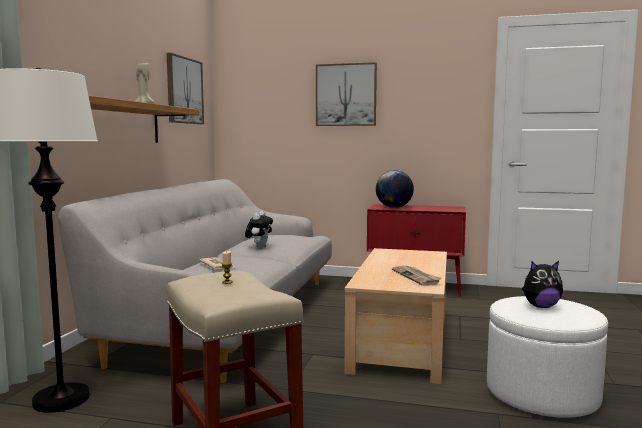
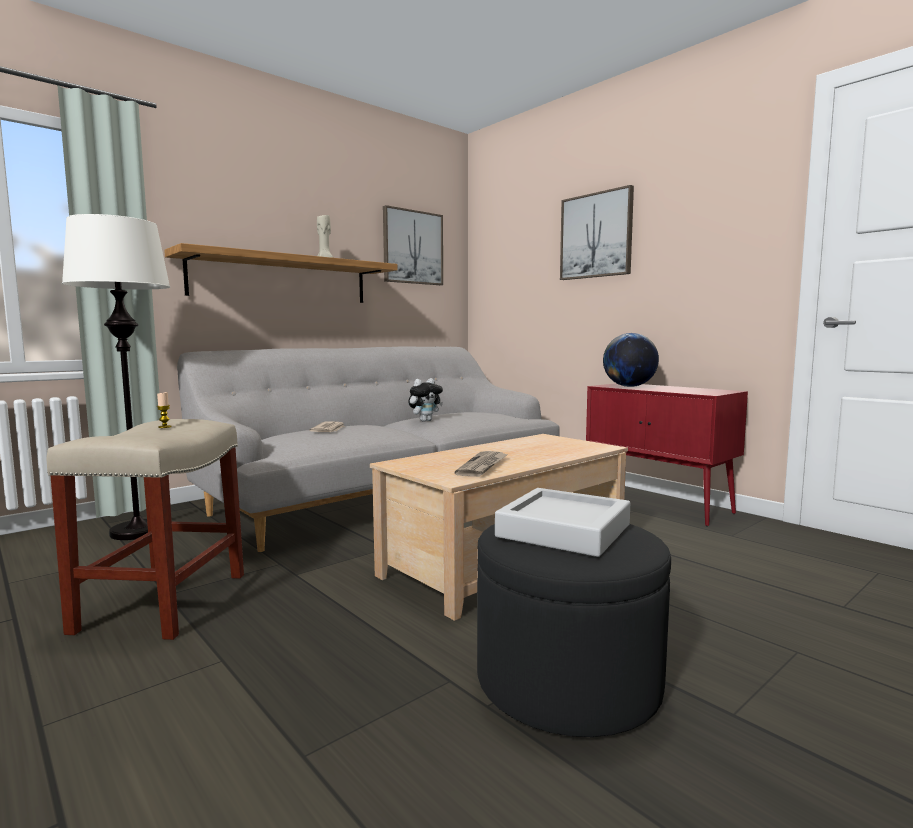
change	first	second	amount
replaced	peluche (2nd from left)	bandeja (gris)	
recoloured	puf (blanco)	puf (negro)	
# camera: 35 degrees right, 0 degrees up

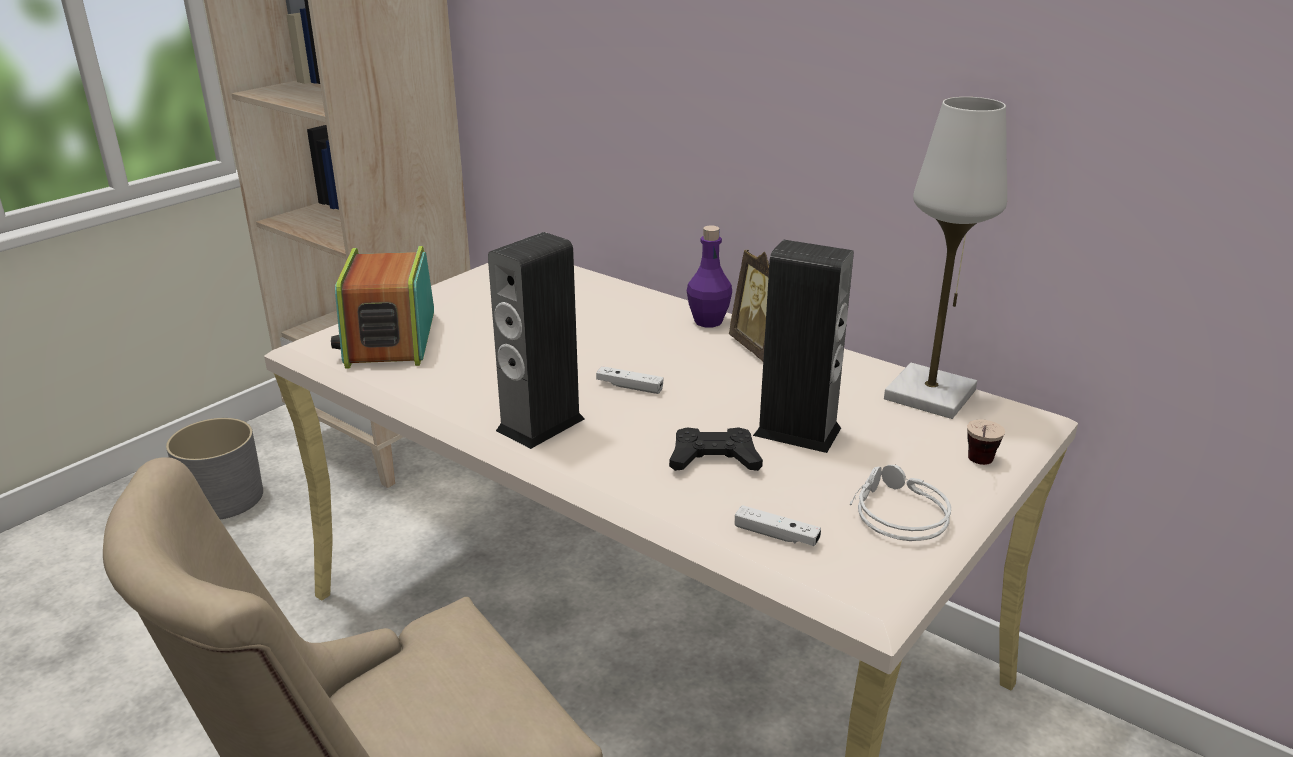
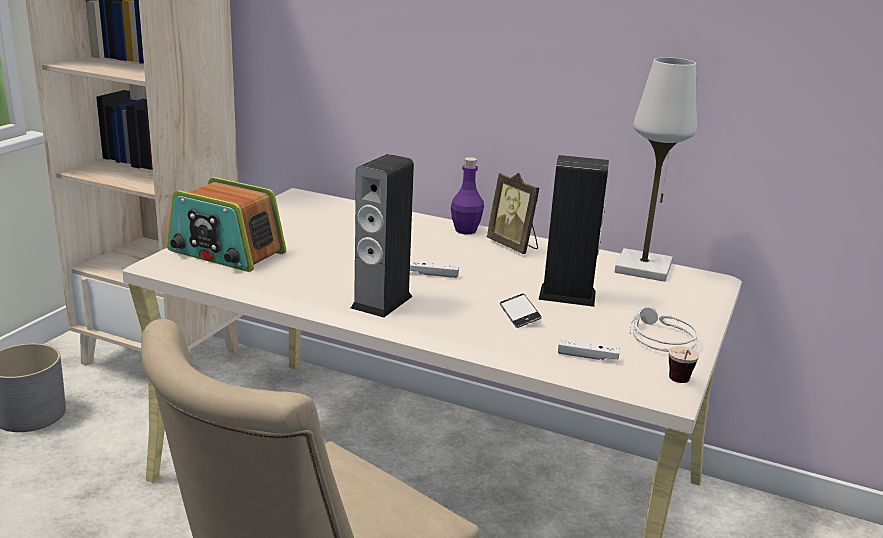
change	first	second	amount
moved	taza		
replaced	mando de consola (negro)	móvil	
turned	radio		45 degrees counterclockwise
# camera: 15 degrees left, 5 degrees down

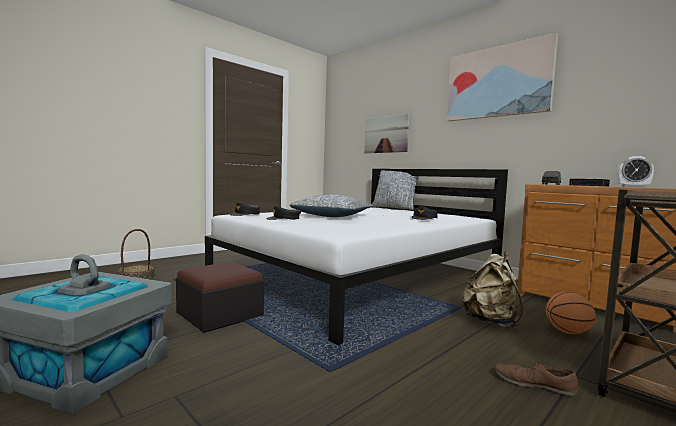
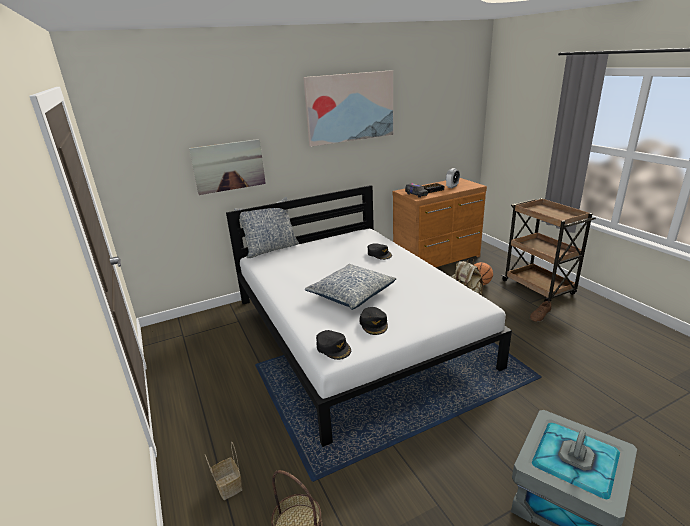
change	first	second	amount
removed	puf		
added		cesta (1st from left)	
# camera: 70 degrees left, 20 degrees up

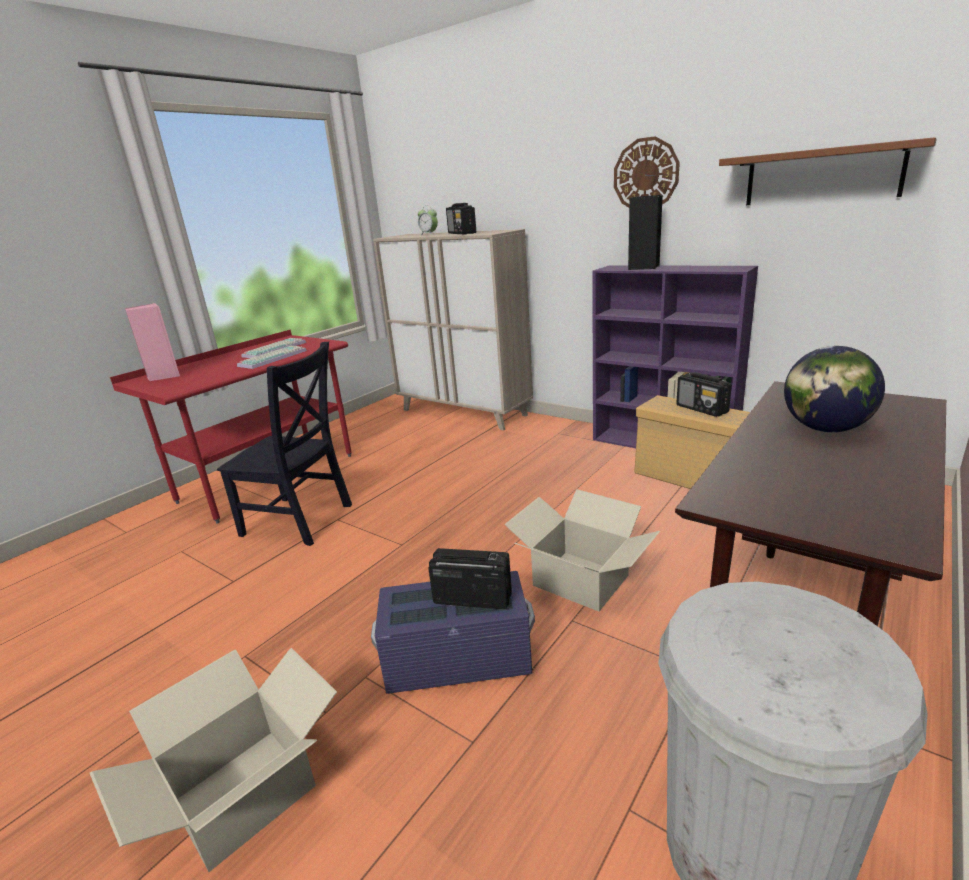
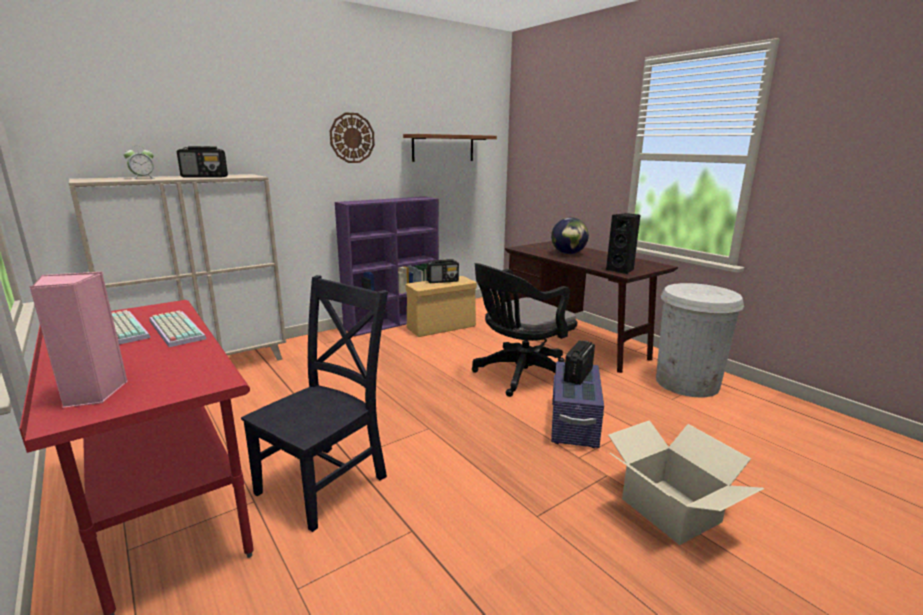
change	first	second	amount
moved	altavoz (negro)		
replaced	caja de cartón (2nd from left)	silla de oficina (negro)	
# camera: 75 degrees left, 5 degrees down

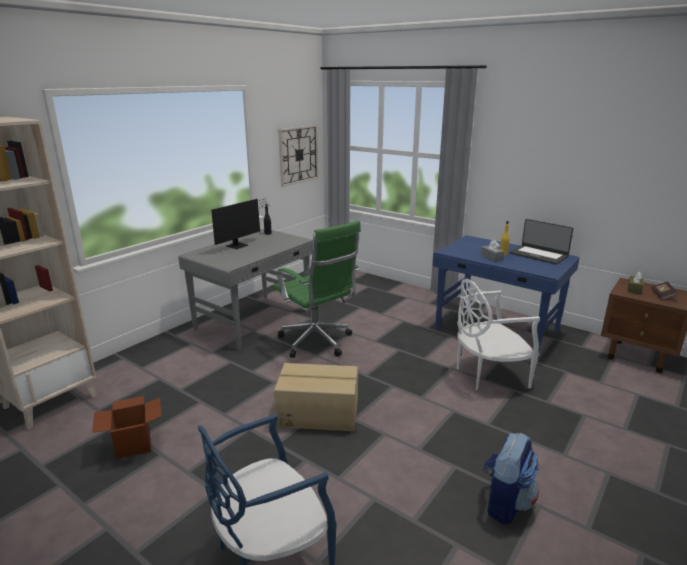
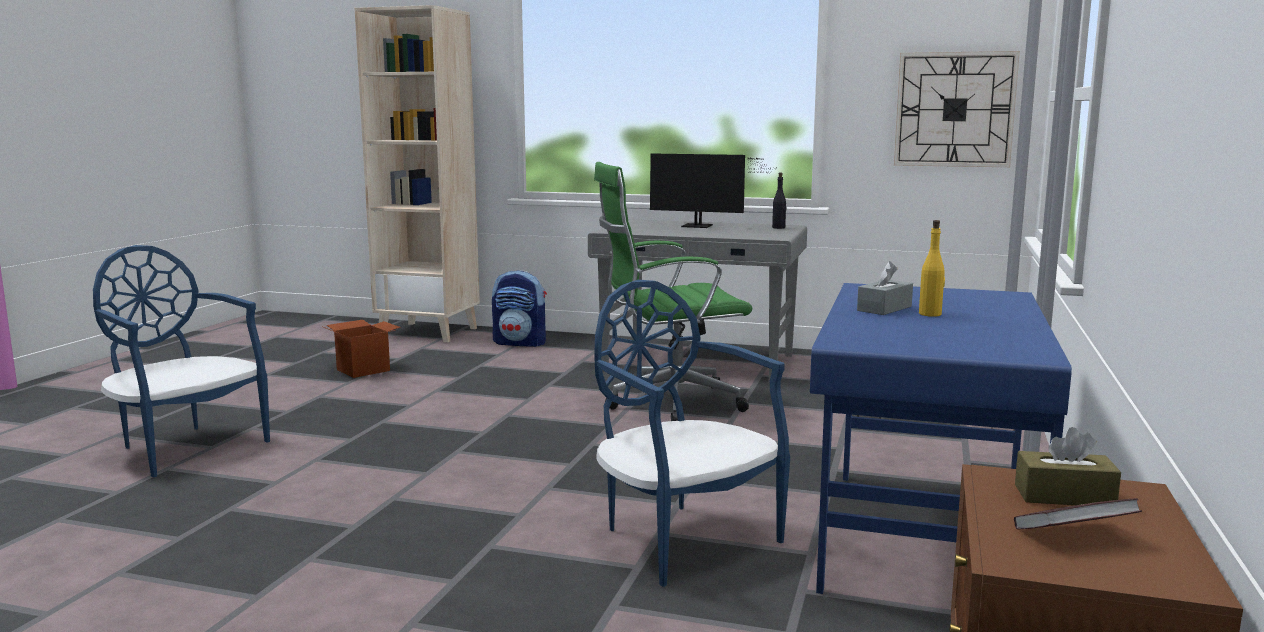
change	first	second	amount
removed	caja de cartón (2nd from left)		
removed	portátil		
moved	mochila		
recoloured	silla (blanco)	silla (azul) (2nd from left)	
turned	silla de oficina (verde)		45 degrees clockwise
# camera: 70 degrees right, 10 degrees down

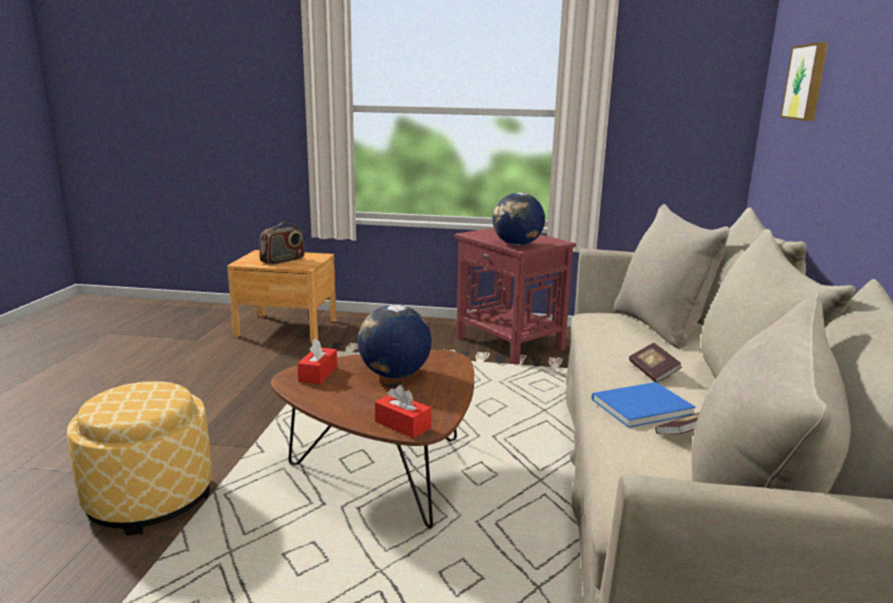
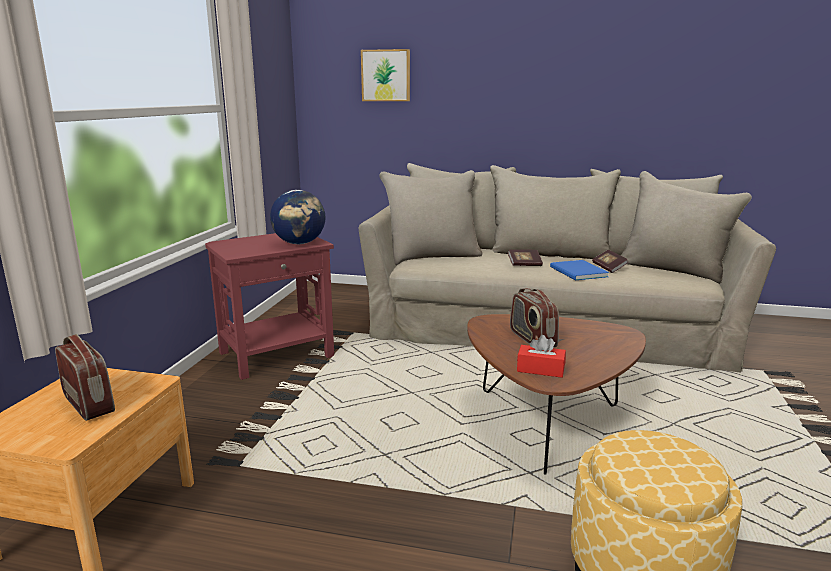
change	first	second	amount
removed	caja de pañuelos (rojo) (2nd from left)		
replaced	globo terráqueo (1st from left)	radio (2nd from left)	
# camera: 85 degrees left, 0 degrees up

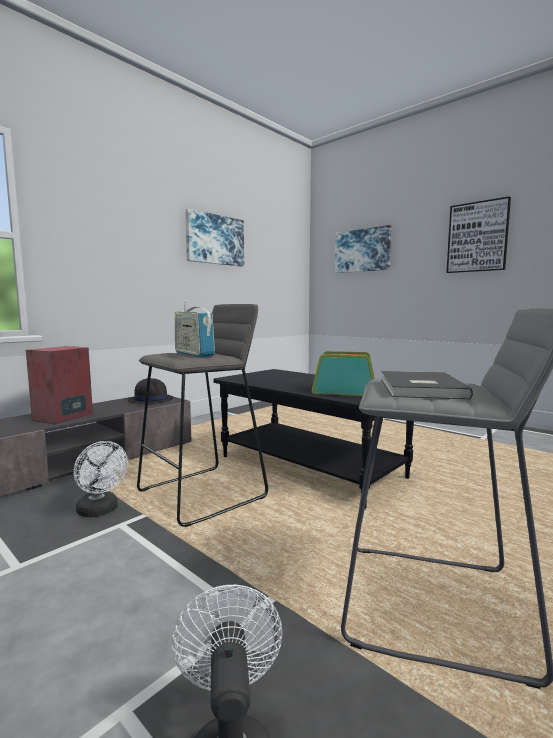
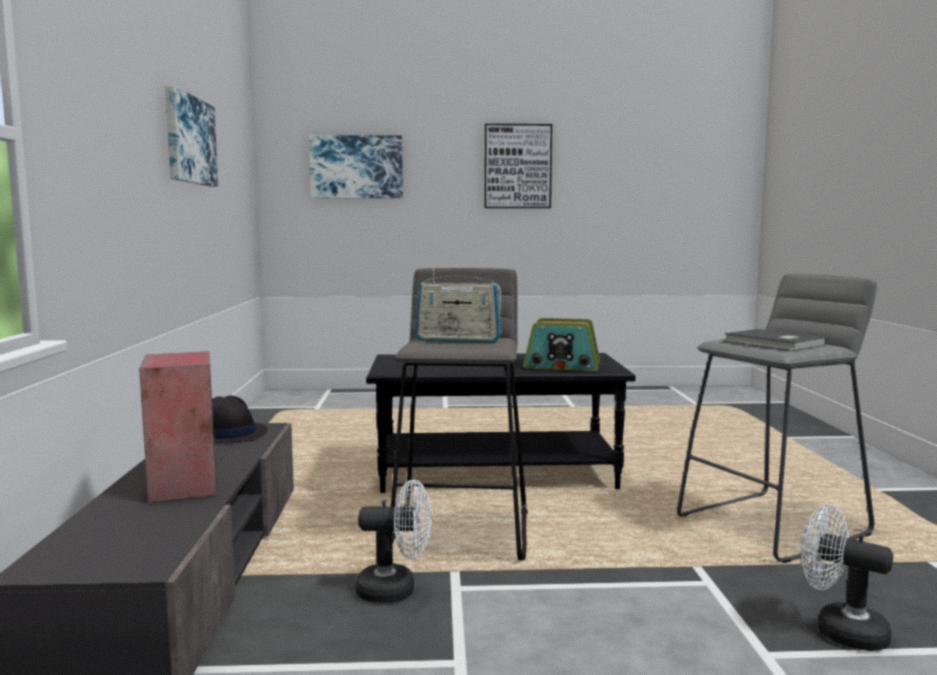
change	first	second	amount
turned	radio (2nd from left)		135 degrees counterclockwise
# camera: 45 degrees left, 0 degrees up

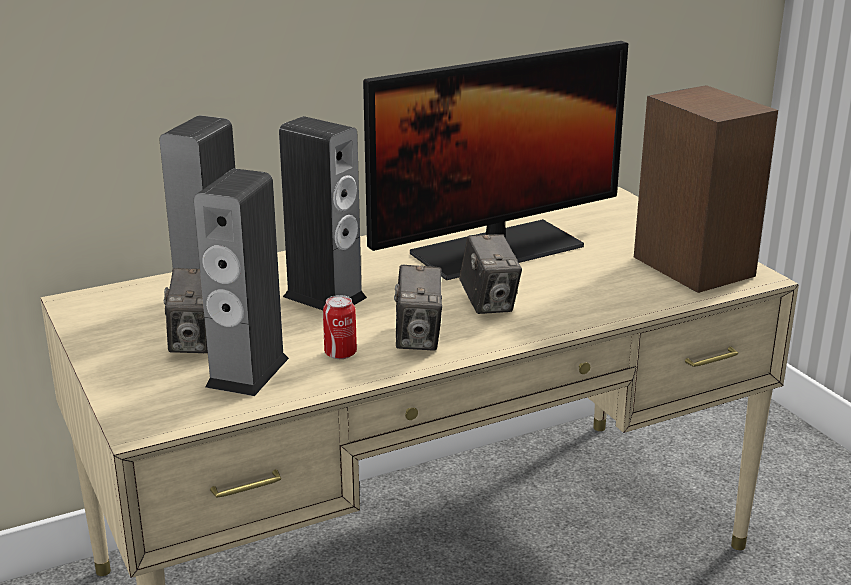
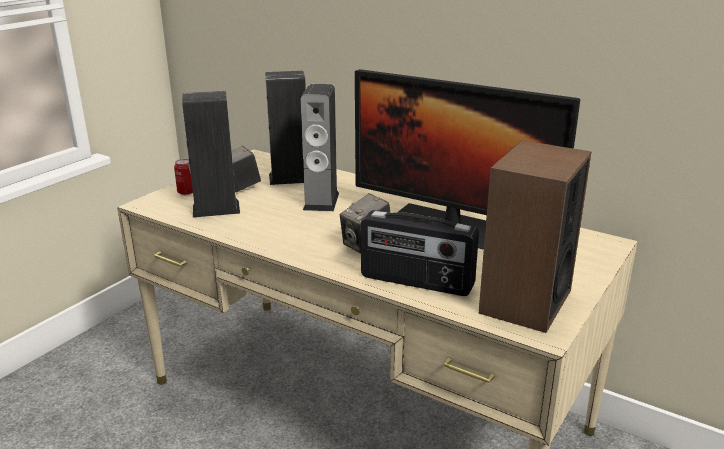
change	first	second	amount
removed	cámara (2nd from left)		
added		radio	
moved	lata		
# camera: 60 degrees right, 0 degrees up

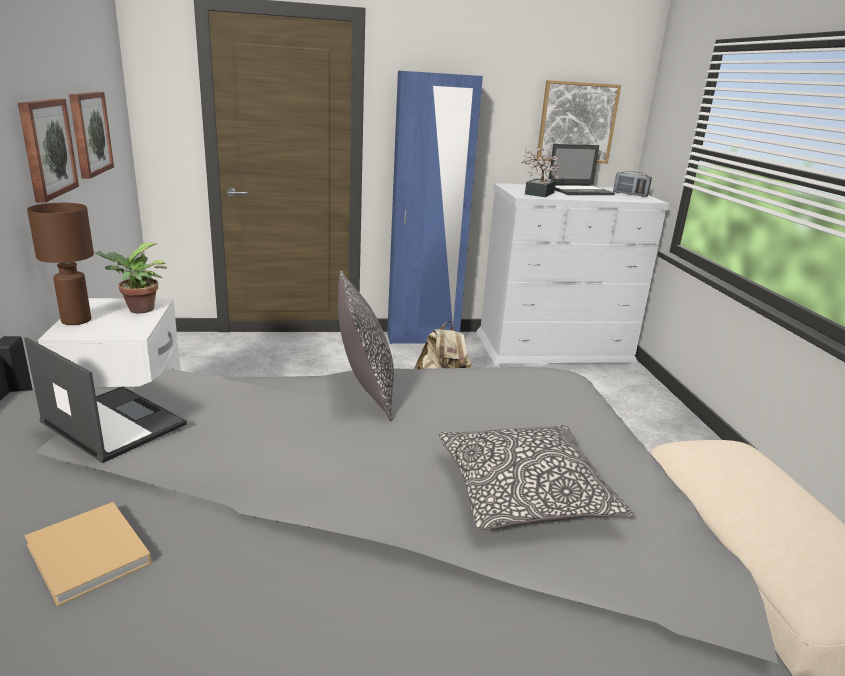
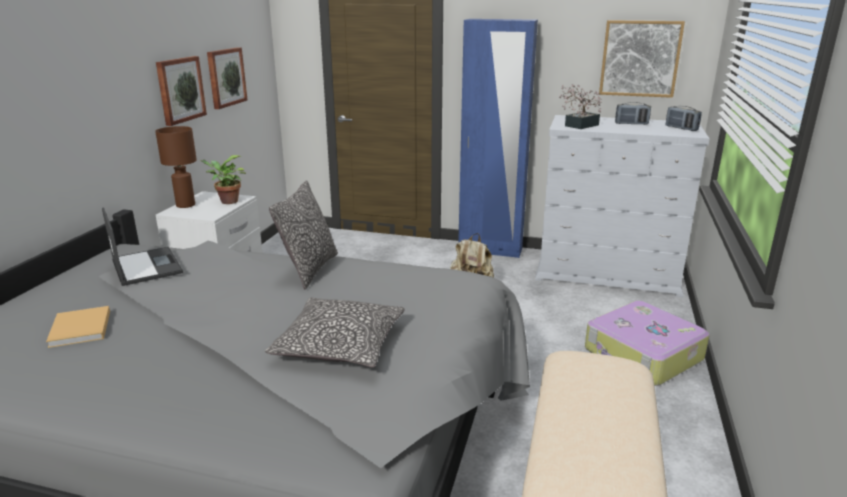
change	first	second	amount
added		maleta	
replaced	portátil (2nd from left)	radio (1st from left)	
# camera: 25 degrees right, 0 degrees up

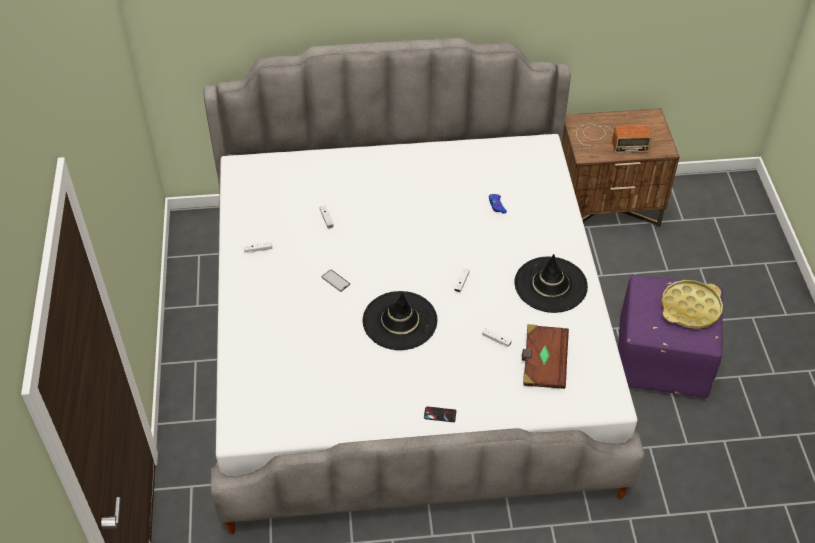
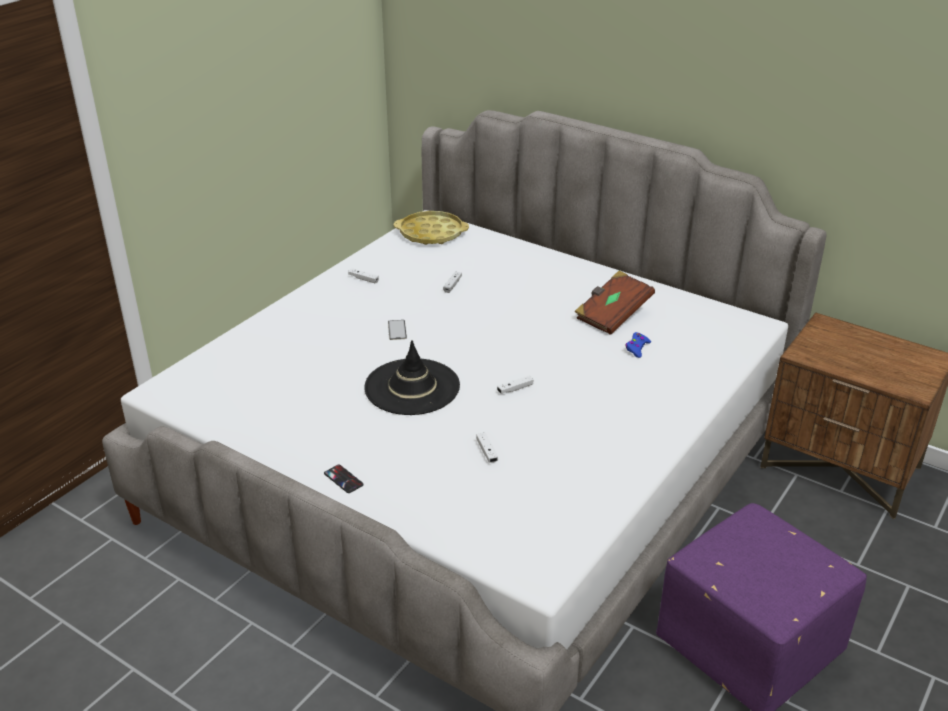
change	first	second	amount
removed	sombrero (negro) (2nd from left)		
removed	radio		
moved	libro (marrón)		
moved	bandeja (amarillo)		
# camera: 40 degrees right, 15 degrees down

